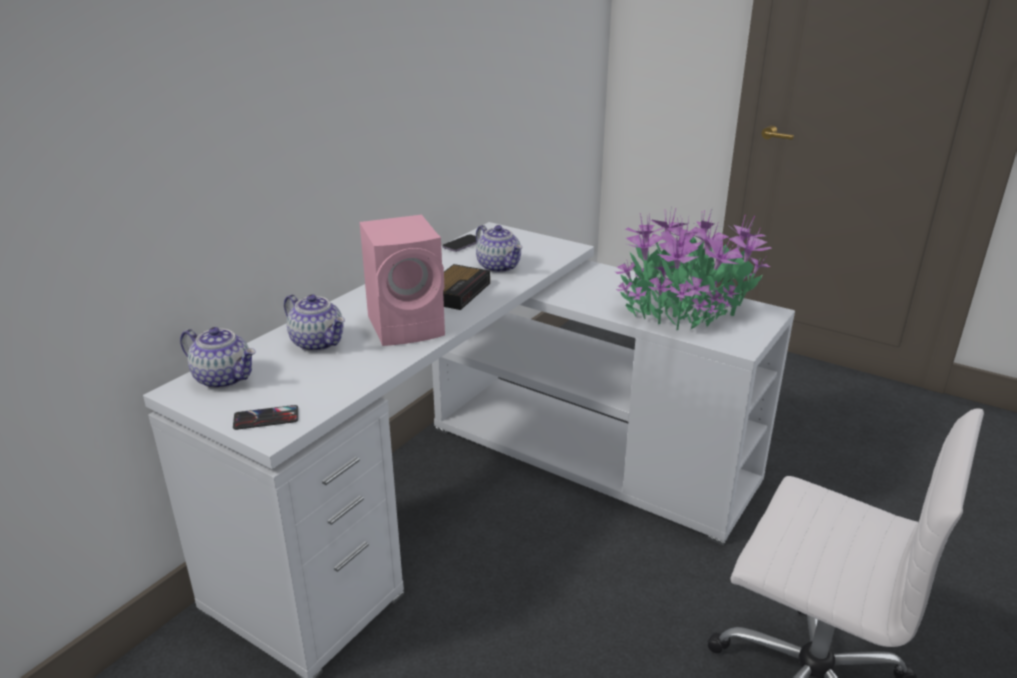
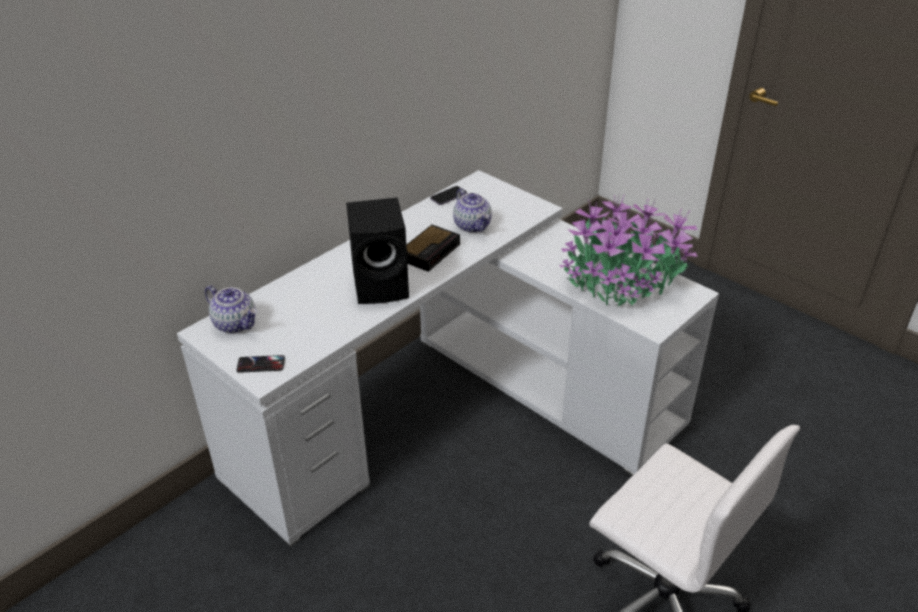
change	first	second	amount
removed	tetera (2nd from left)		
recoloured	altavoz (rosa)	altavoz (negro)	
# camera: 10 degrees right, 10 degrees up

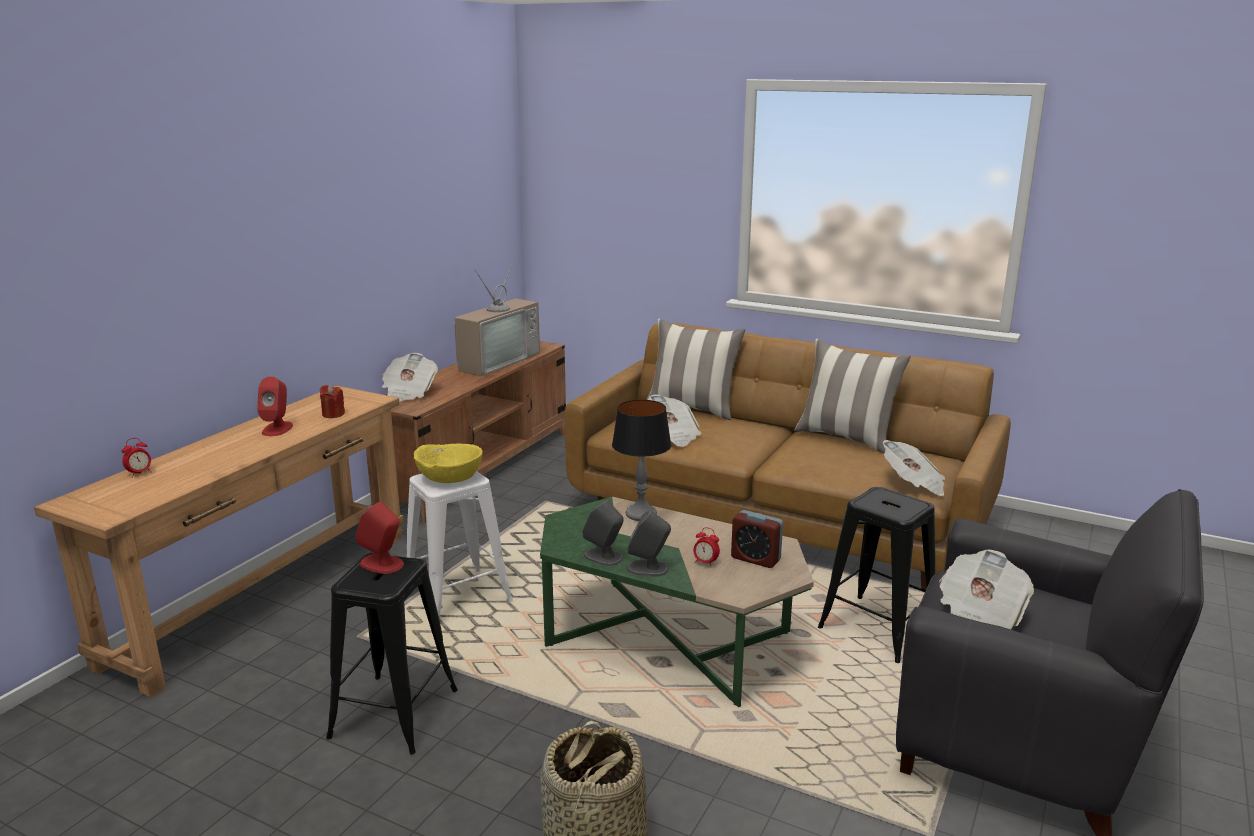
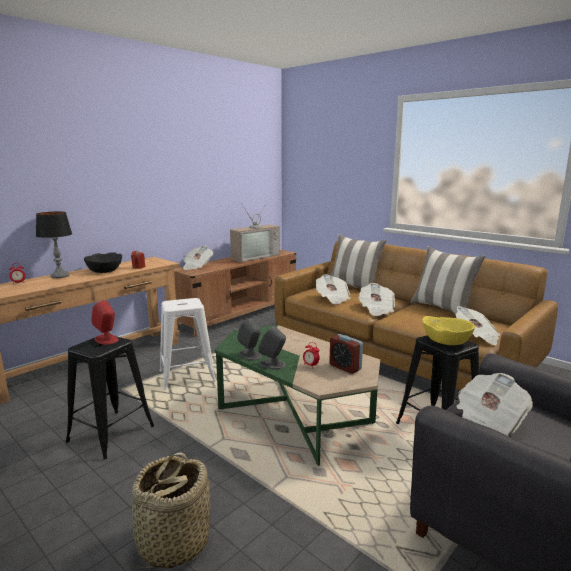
change	first	second	amount
added		periódico (3rd from left)	
moved	cuenco (amarillo)		
moved	lámpara de mesa		
replaced	altavoz (rojo) (1st from left)	cuenco (negro)	
# camera: 15 degrees right, 5 degrees down

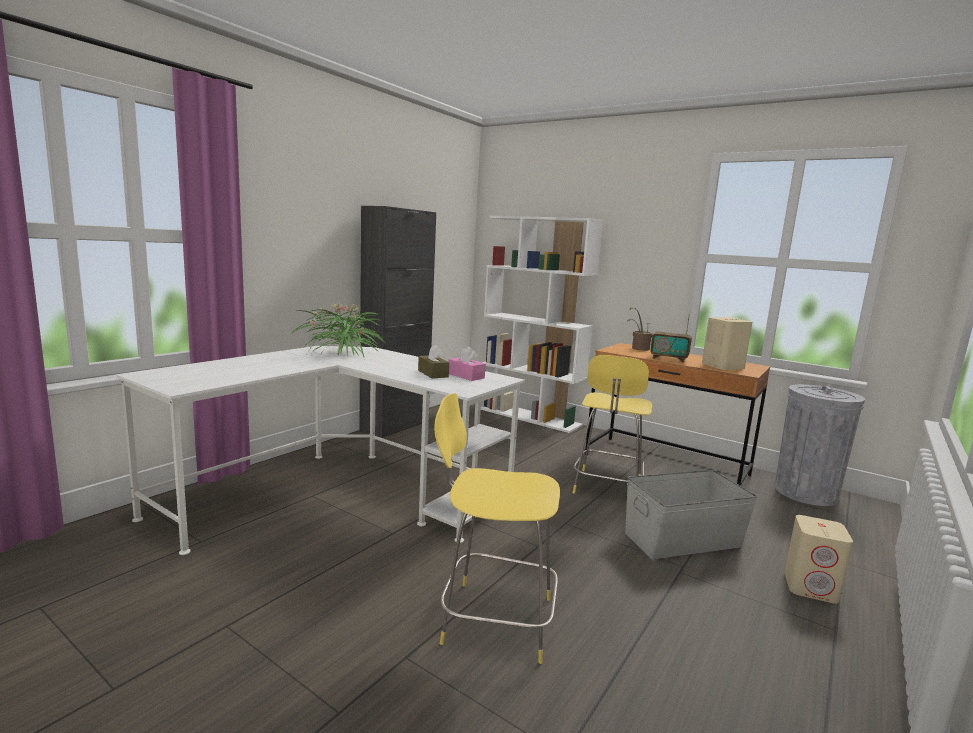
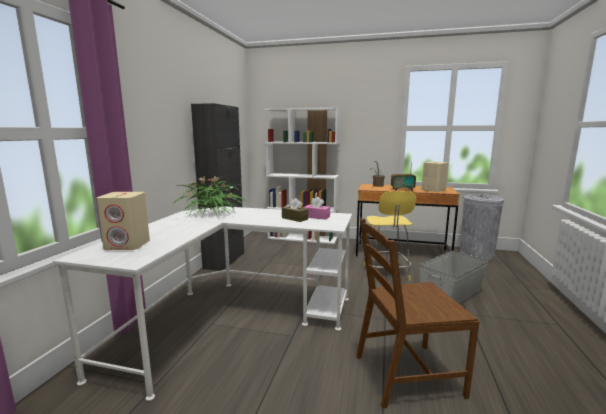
change	first	second	amount
moved	altavoz (beis) (2nd from left in the first image)	altavoz (beis) (1st from left)	
replaced	taburete (amarillo) (1st from left)	silla (marrón)	
# camera: 20 degrees left, 0 degrees up

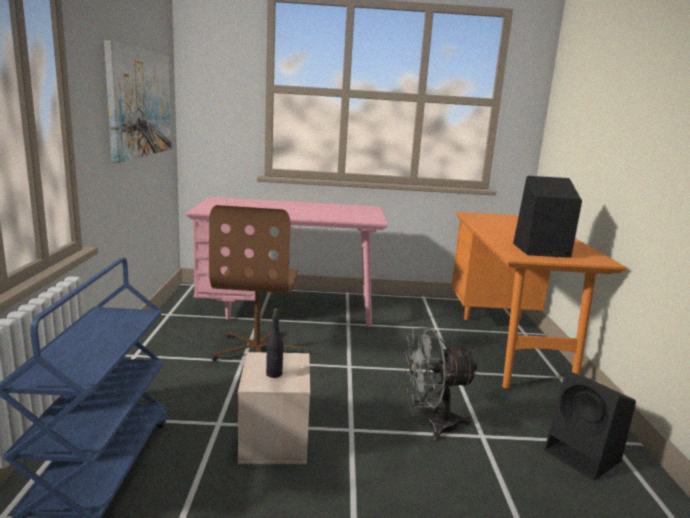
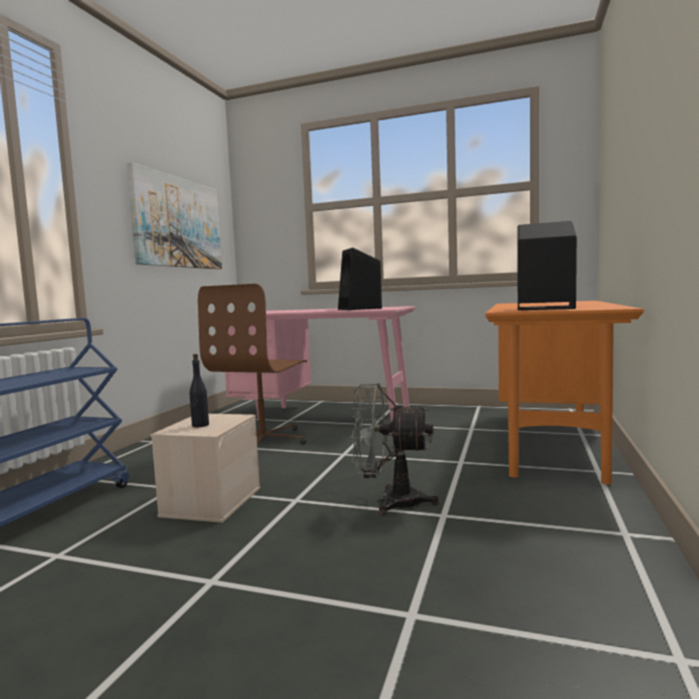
change	first	second	amount
moved	altavoz (negro) (2nd from left in the first image)	altavoz (negro) (1st from left)	
# camera: 20 degrees right, 10 degrees down

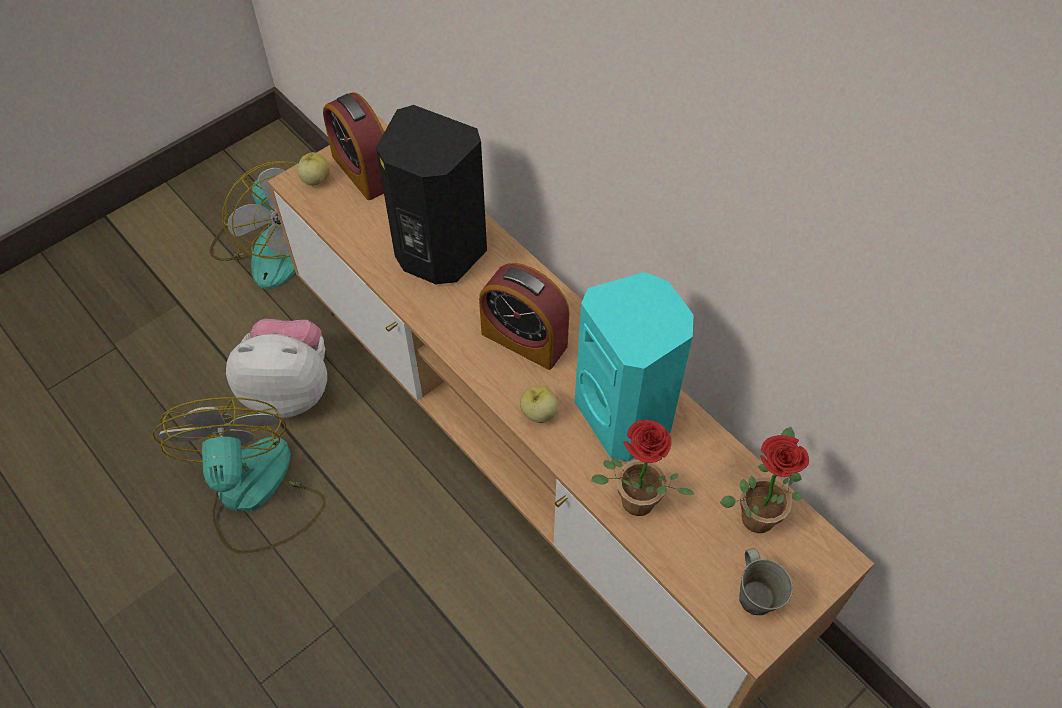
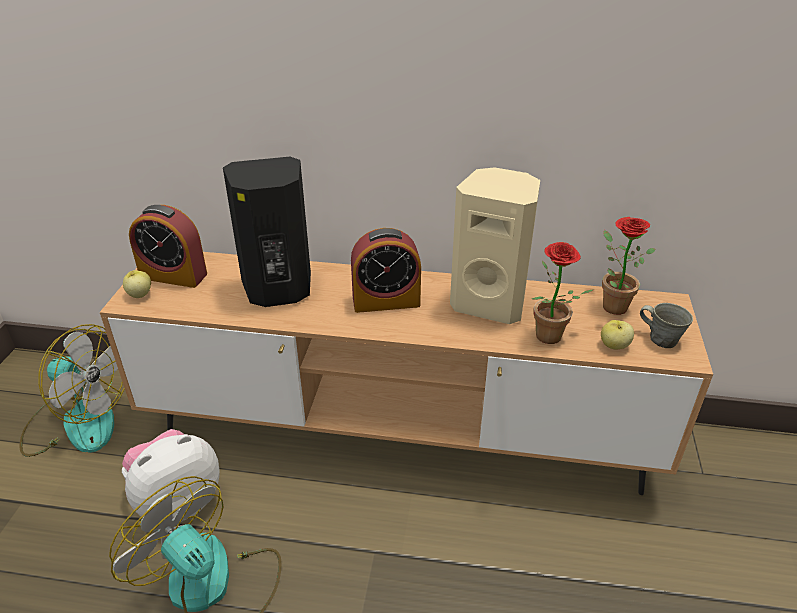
change	first	second	amount
moved	manzana (2nd from left)		
recoloured	altavoz (turquesa)	altavoz (beis)	
# camera: 40 degrees left, 20 degrees down

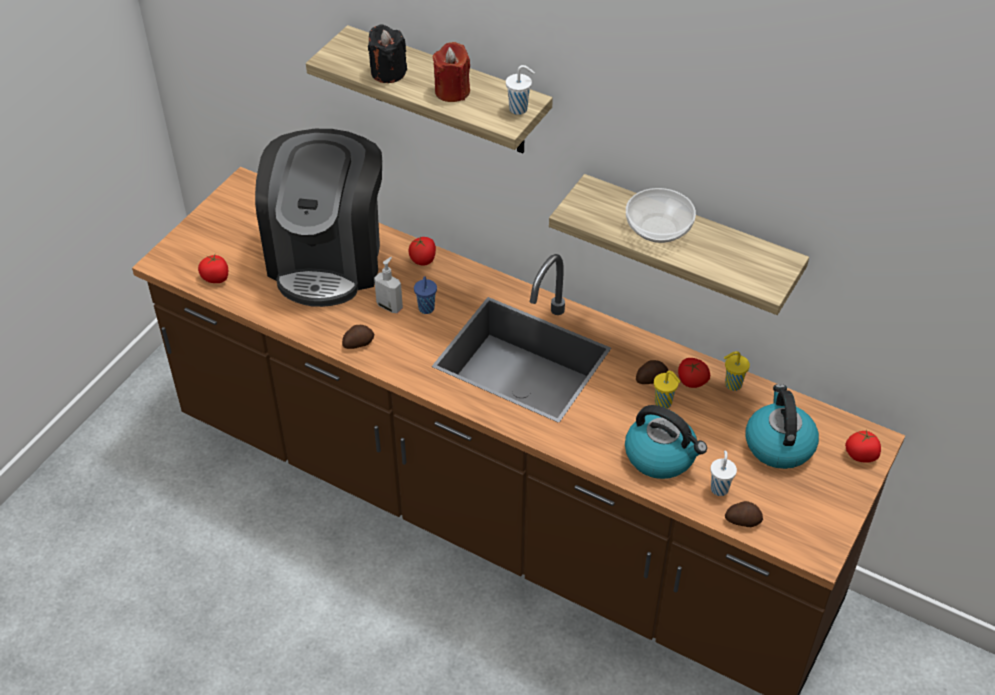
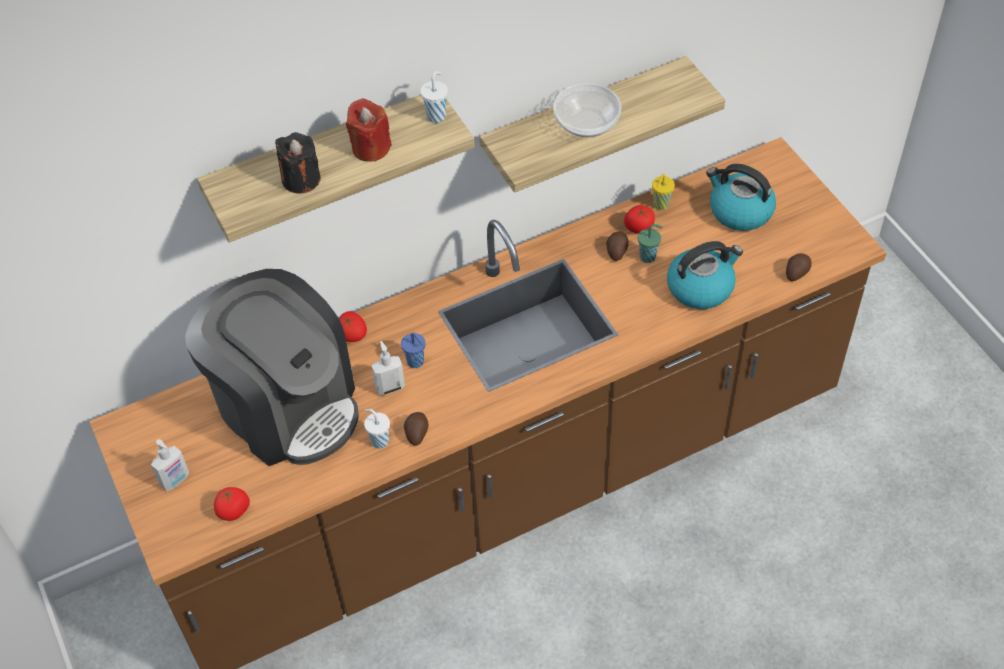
change	first	second	amount
removed	tomate (4th from left)		
added		dispensador de jabón (1st from left)	
moved	taza (blanco) (2nd from left in the first image)	taza (blanco) (1st from left)	
recoloured	taza (amarillo) (1st from left)	taza (verde)	
# camera: 55 degrees left, 5 degrees up

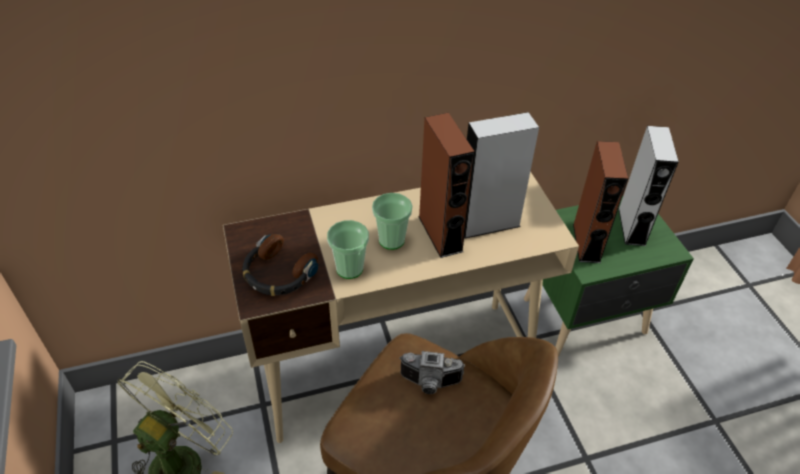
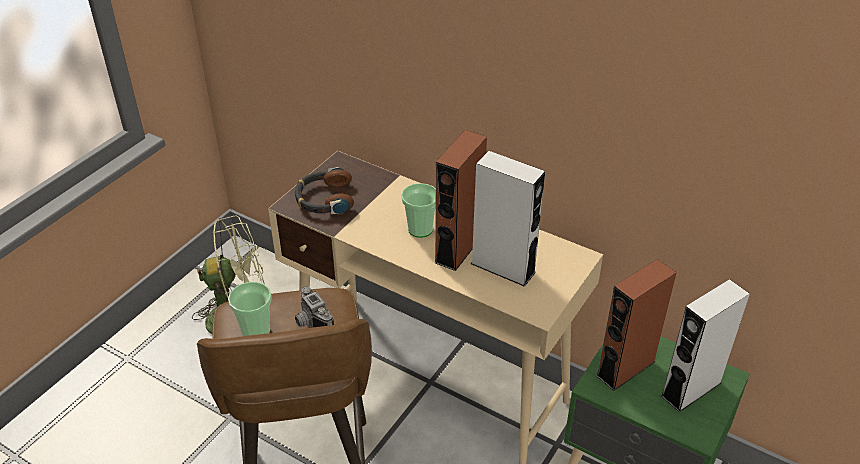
change	first	second	amount
moved	taza (1st from left)		
# camera: 50 degrees right, 5 degrees down

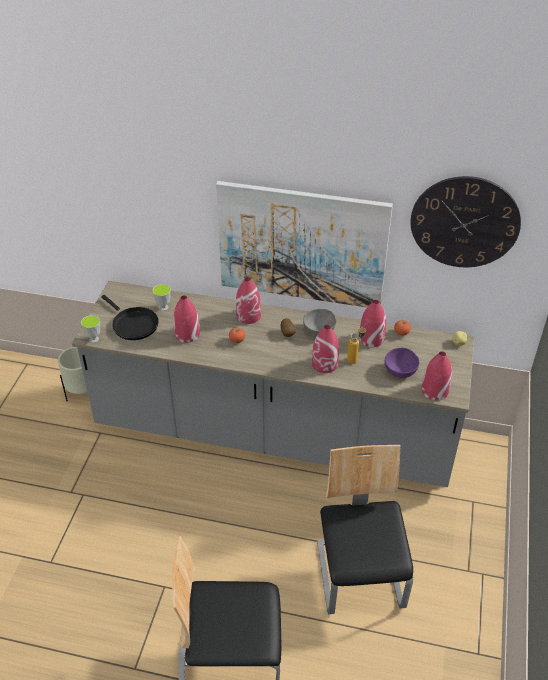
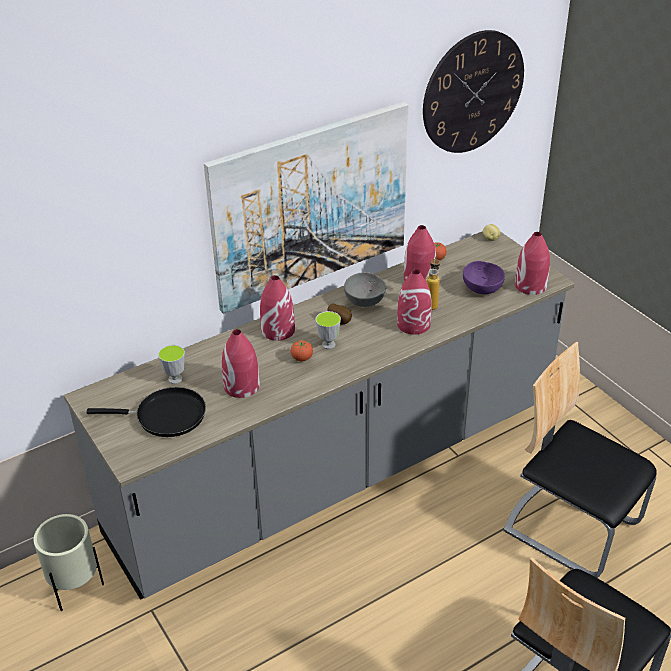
change	first	second	amount
moved	taza (1st from left in the first image)	taza (2nd from left)	
# camera: 45 degrees left, 5 degrees down

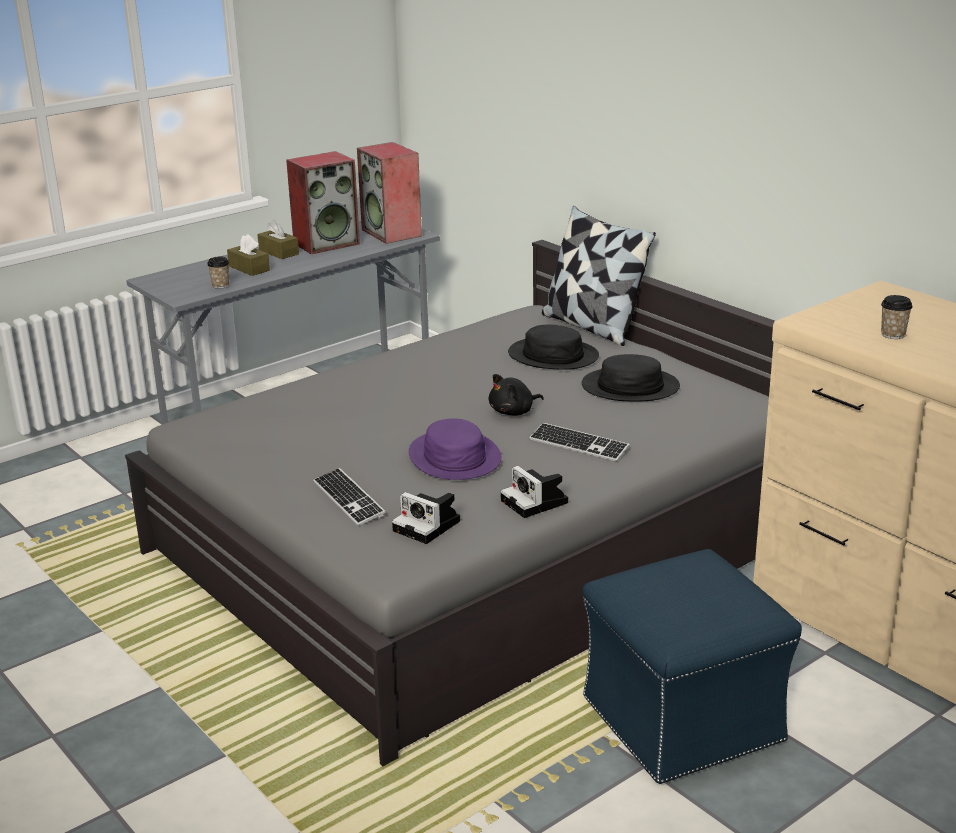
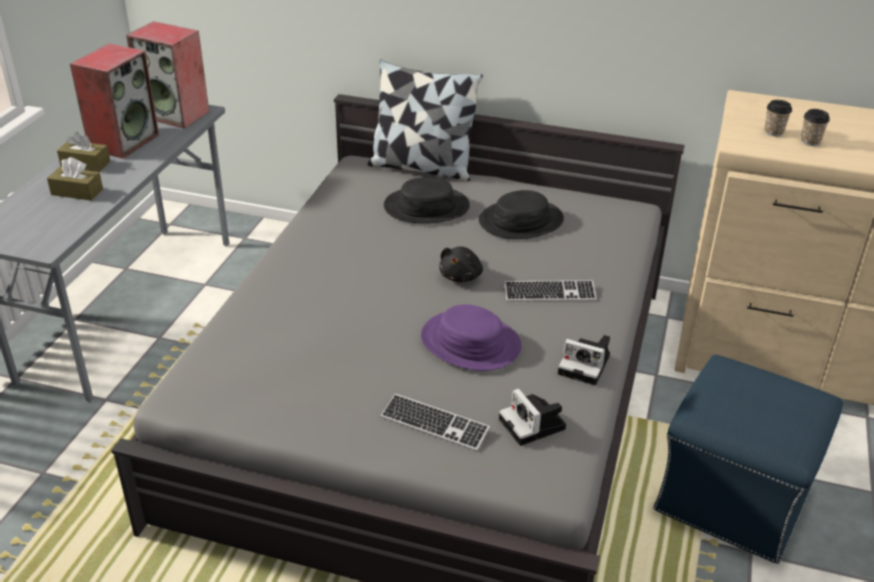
change	first	second	amount
moved	taza (1st from left)		
turned	cámara (1st from left)		60 degrees clockwise
# camera: 35 degrees left, 10 degrees up

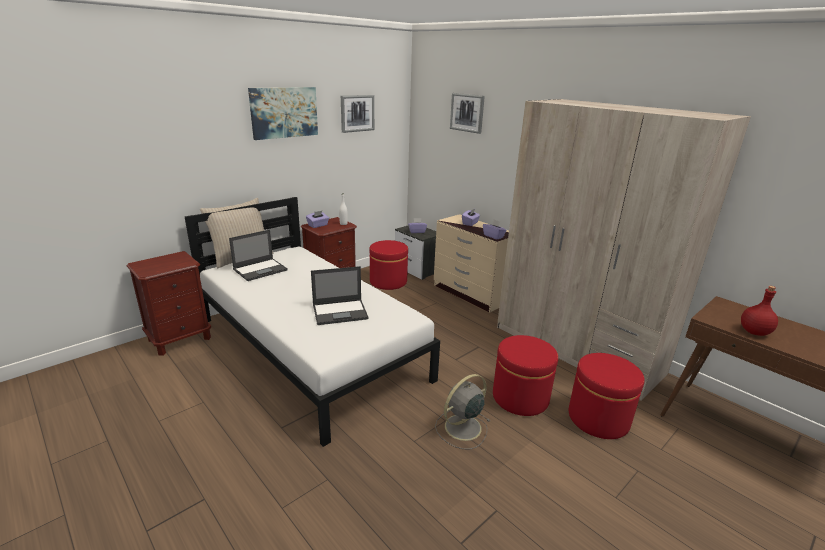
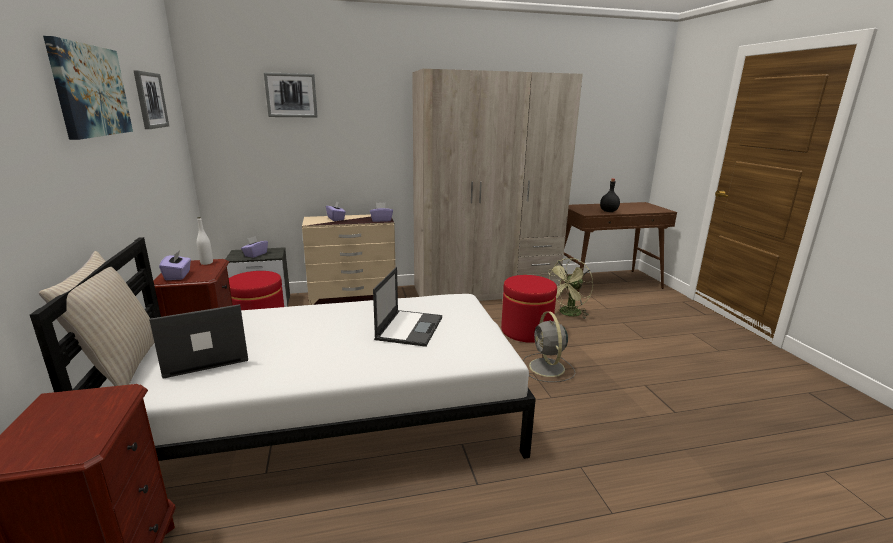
change	first	second	amount
replaced	puf (rojo) (3rd from left)	ventilador (verde)	
recoloured	botella (rojo)	botella (negro)	
turned	portátil (1st from left)		105 degrees counterclockwise
# camera: 60 degrees left, 5 degrees down

